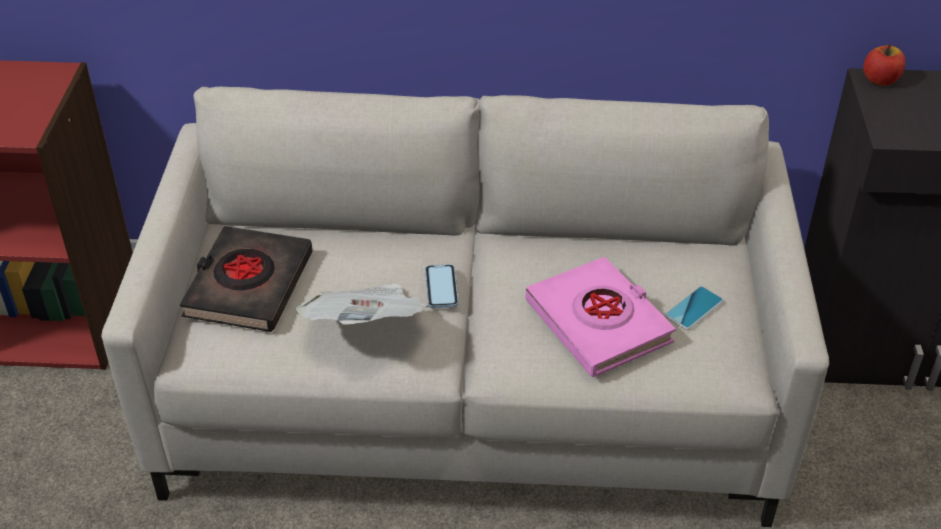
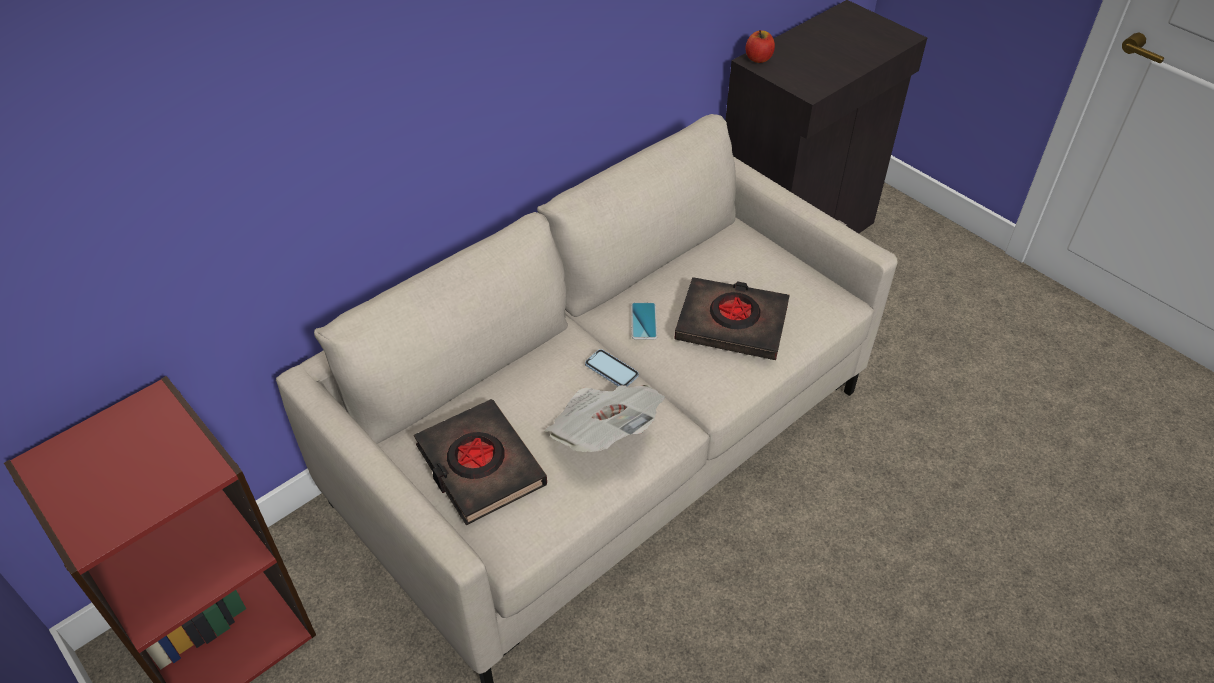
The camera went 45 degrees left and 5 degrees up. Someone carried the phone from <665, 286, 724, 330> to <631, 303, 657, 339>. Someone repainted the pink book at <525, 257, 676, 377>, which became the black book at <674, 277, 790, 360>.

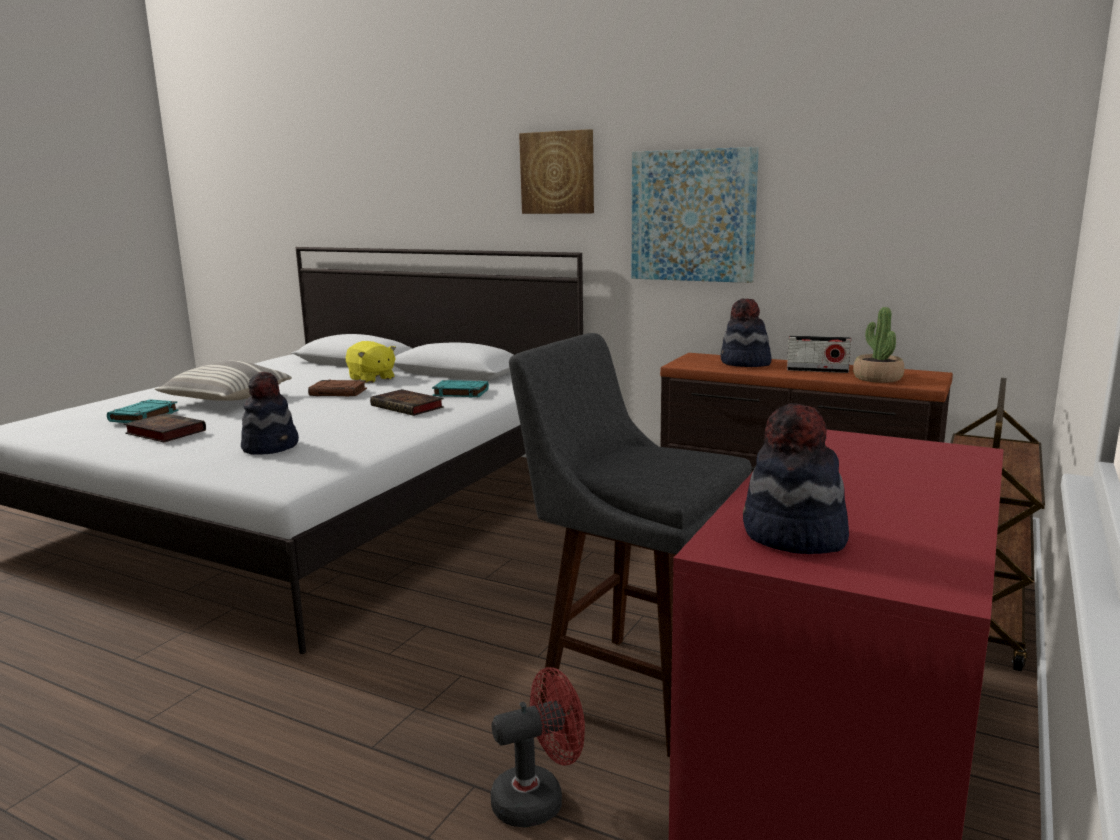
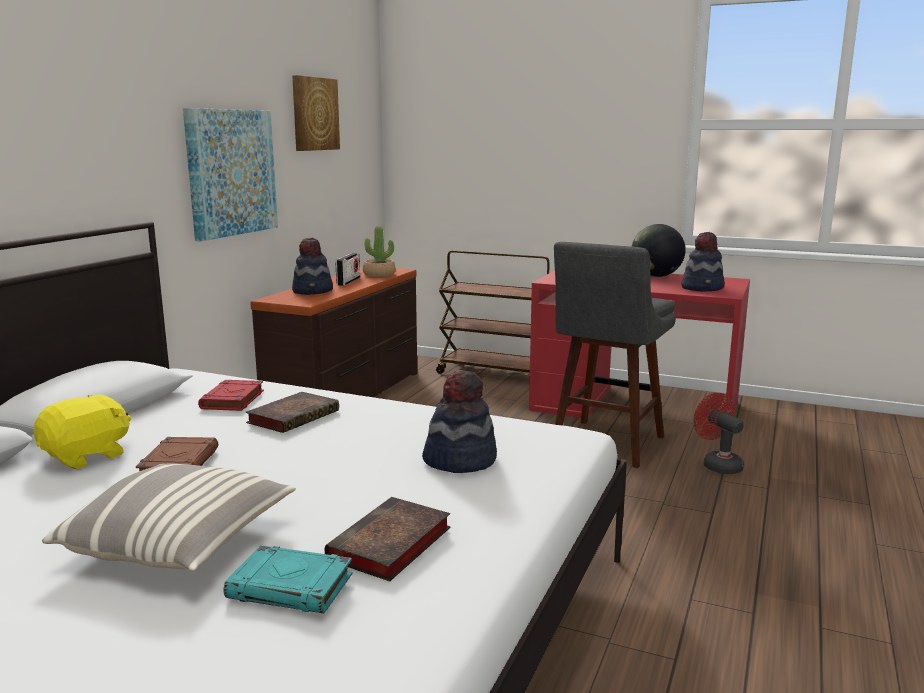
The camera went 95 degrees left and 0 degrees up. Someone repainted the turquoise book at <432, 380, 489, 398>, which became the red book at <198, 380, 264, 411>. Someone carried the picture from <519, 129, 594, 214> to <292, 75, 340, 151>. Someone put down the globe at <632, 224, 686, 277>.

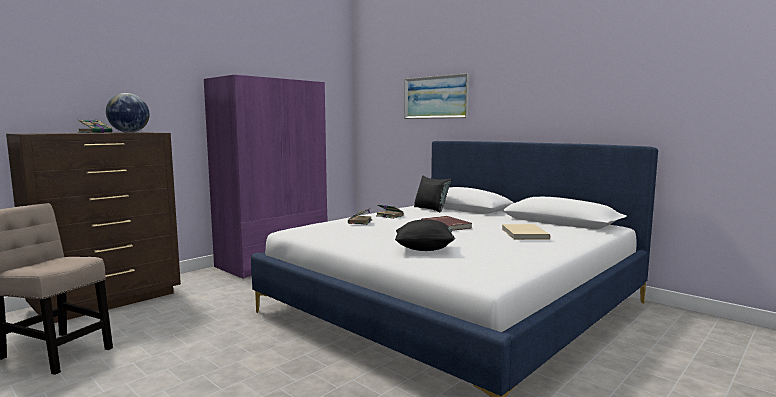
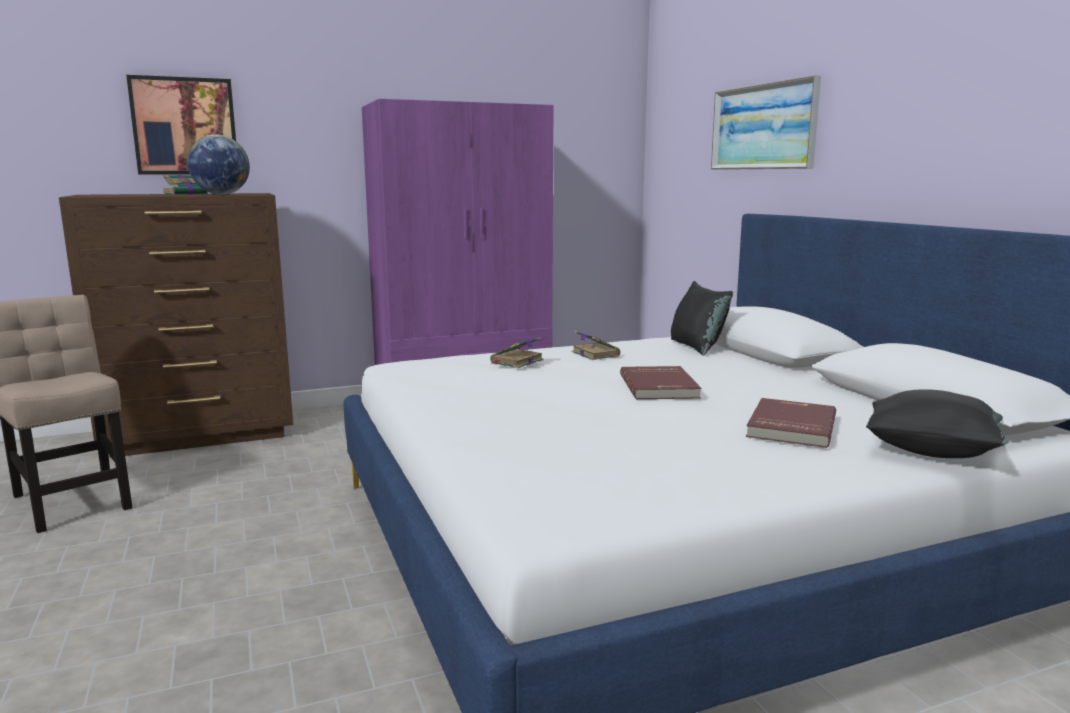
The camera went 25 degrees right and 5 degrees up. Someone put up the picture at <126, 75, 236, 175>. Someone repainted the beige book at <502, 224, 551, 240>, which became the red book at <746, 398, 836, 448>. Someone carried the black pillow from <395, 219, 456, 251> to <866, 389, 1008, 458>.

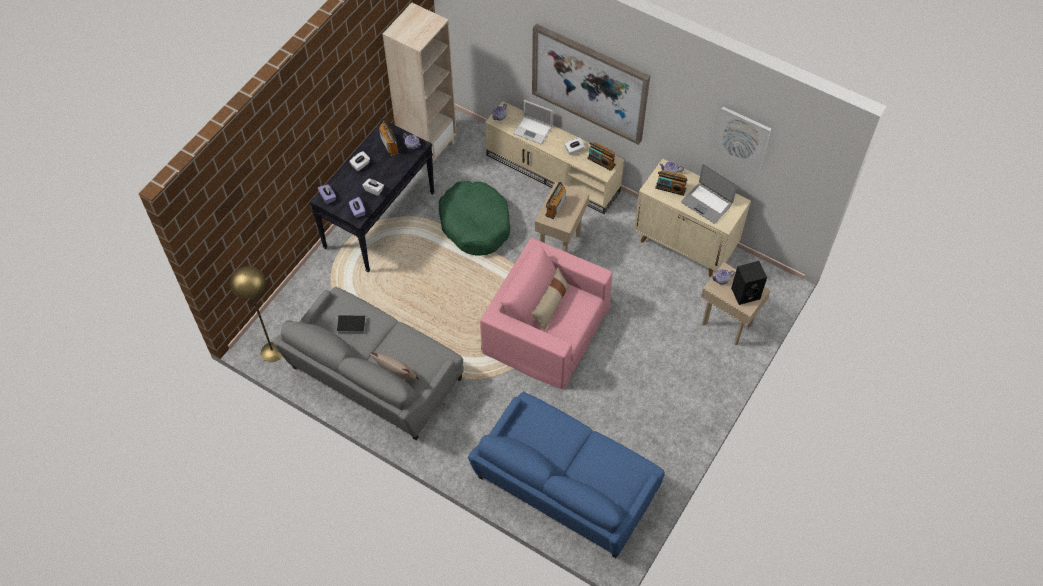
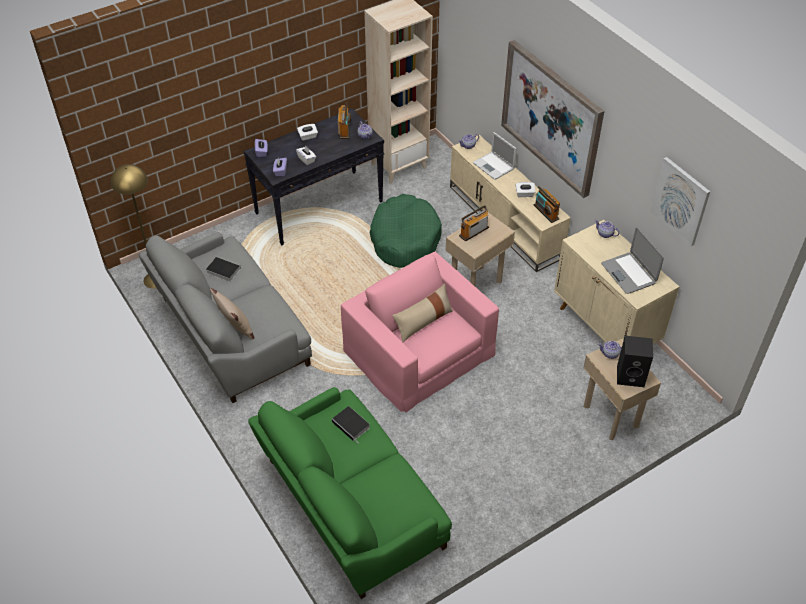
The camera went 25 degrees right and 10 degrees down. Someone repainted the blue sofa at <468, 392, 665, 558>, which became the green sofa at <248, 387, 452, 599>. Someone put down the book at <332, 406, 370, 441>. Someone took away the radio at <655, 170, 687, 196>.

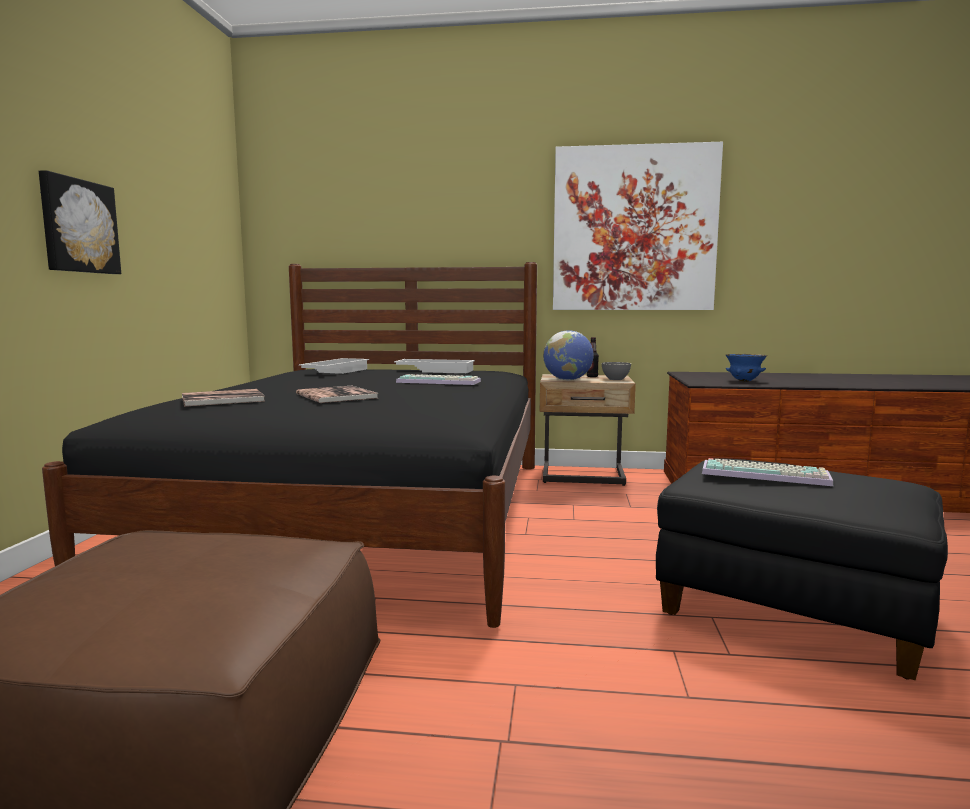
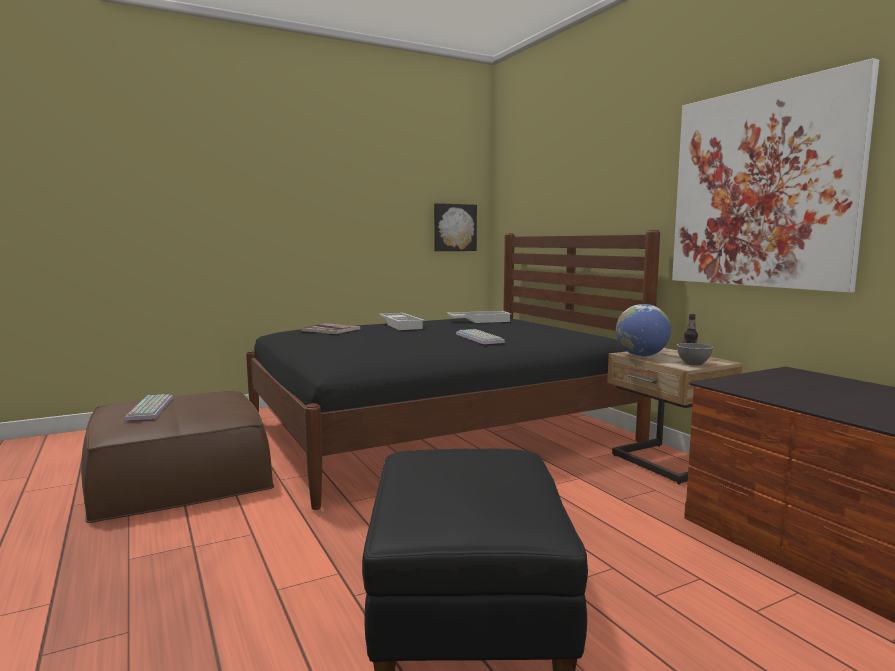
The camera went 55 degrees right and 0 degrees up. Someone carried the keyboard from <702, 458, 833, 486> to <124, 394, 173, 421>. Someone carried the white tray from <394, 359, 475, 373> to <379, 313, 425, 330>. Someone carried the picture from <39, 170, 121, 274> to <434, 203, 477, 251>. Someone took away the book at <296, 386, 378, 403>. Someone took away the blue bowl at <726, 354, 767, 382>.

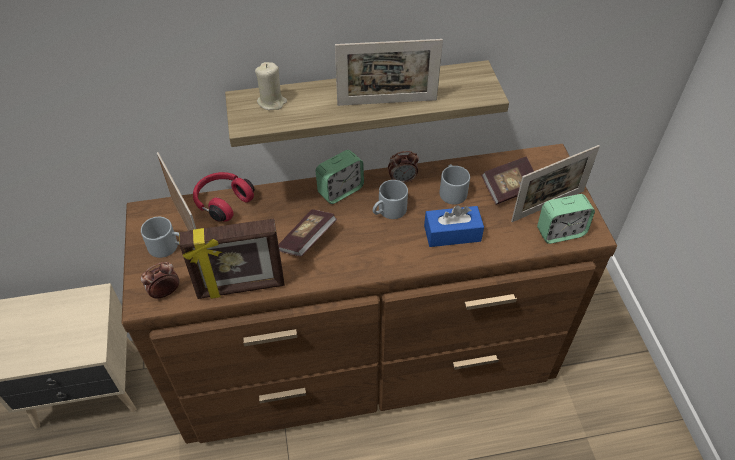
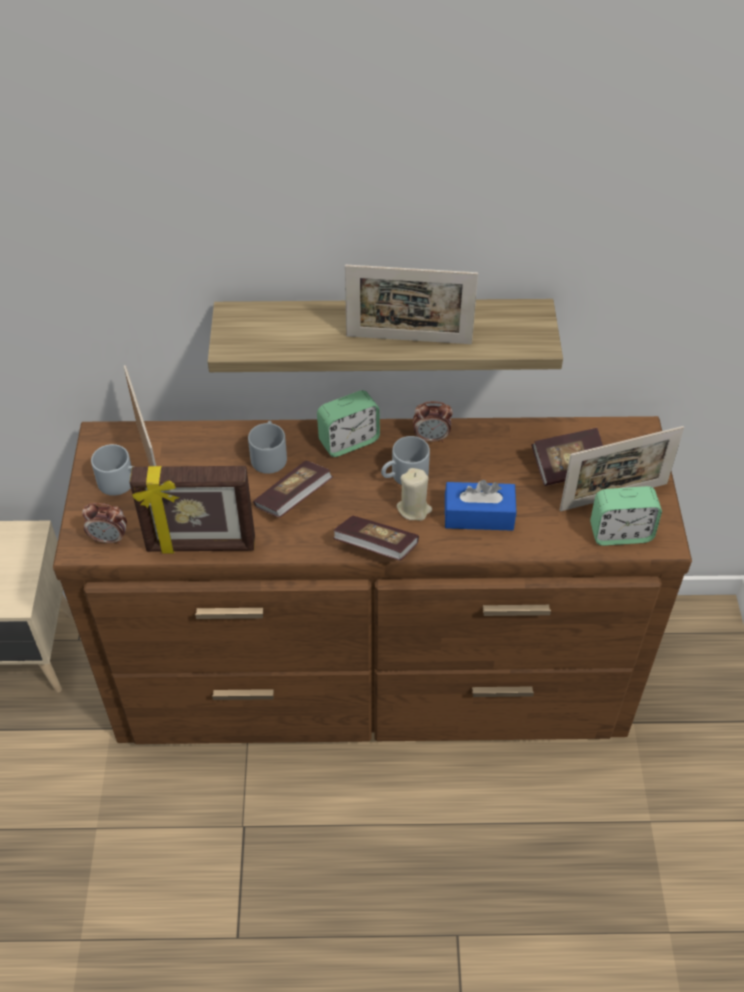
The camera went 10 degrees right and 0 degrees up. Someone rotated the alarm clock at <141, 262, 180, 300> by 150 degrees counterclockwise. Someone carried the grey mug from <439, 164, 470, 205> to <248, 421, 287, 474>. Someone put down the book at <333, 516, 419, 561>. Someone carried the beige candle from <255, 62, 287, 110> to <397, 468, 432, 521>. Someone took away the red headphones at <193, 172, 255, 222>.

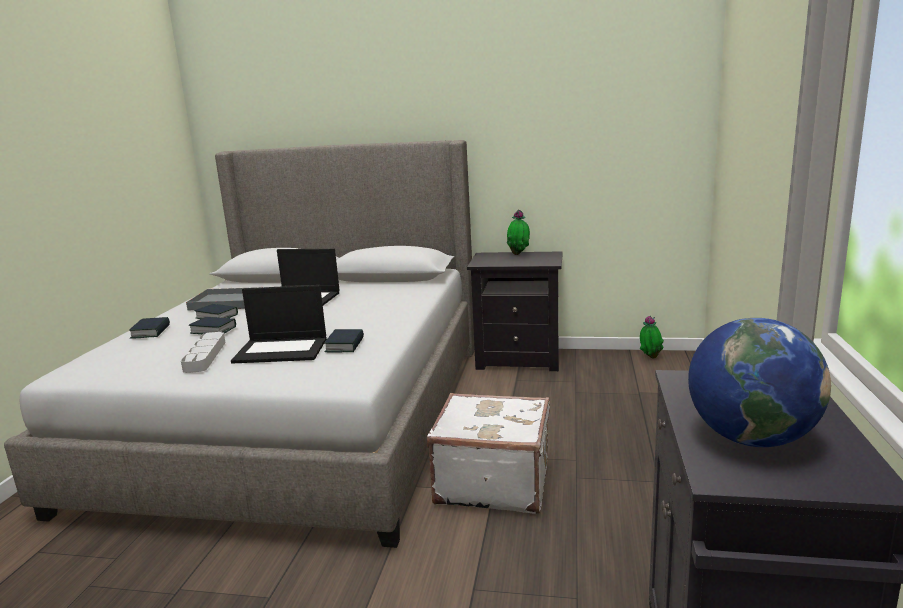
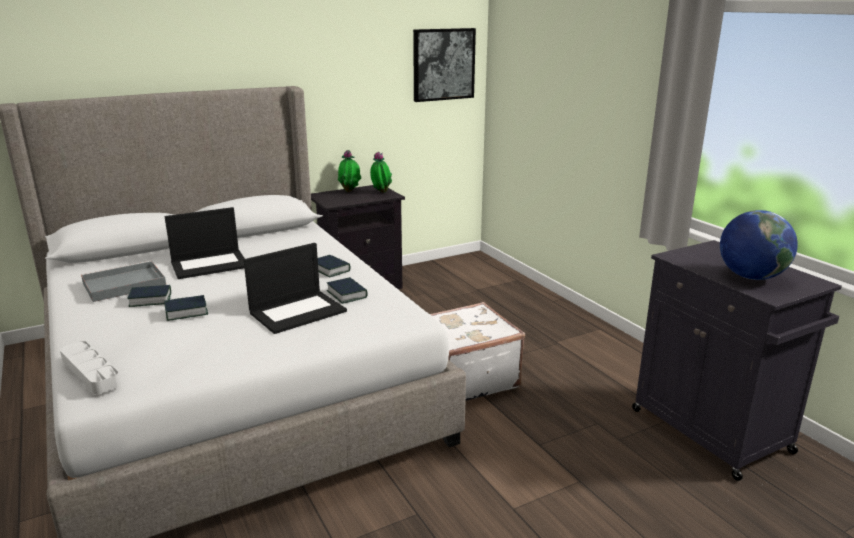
The camera went 40 degrees left and 5 degrees up. Someone carried the grey tray from <181, 332, 225, 373> to <60, 341, 121, 394>. Someone carried the book from <129, 317, 170, 339> to <318, 255, 350, 277>. Someone carried the potted plant from <640, 316, 664, 359> to <370, 152, 392, 193>. Someone put up the picture at <413, 28, 476, 102>.

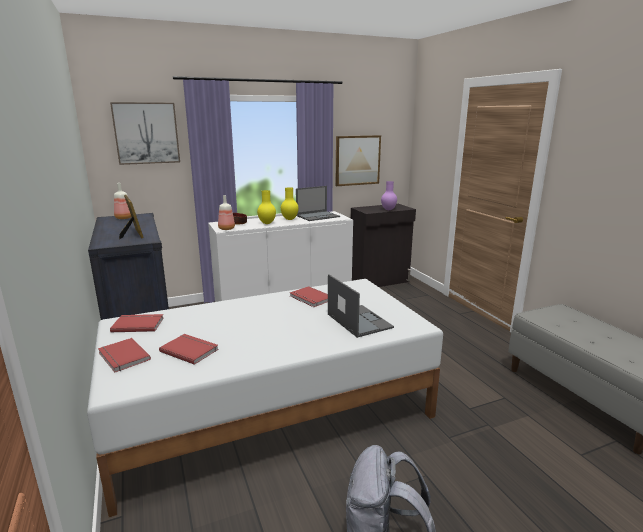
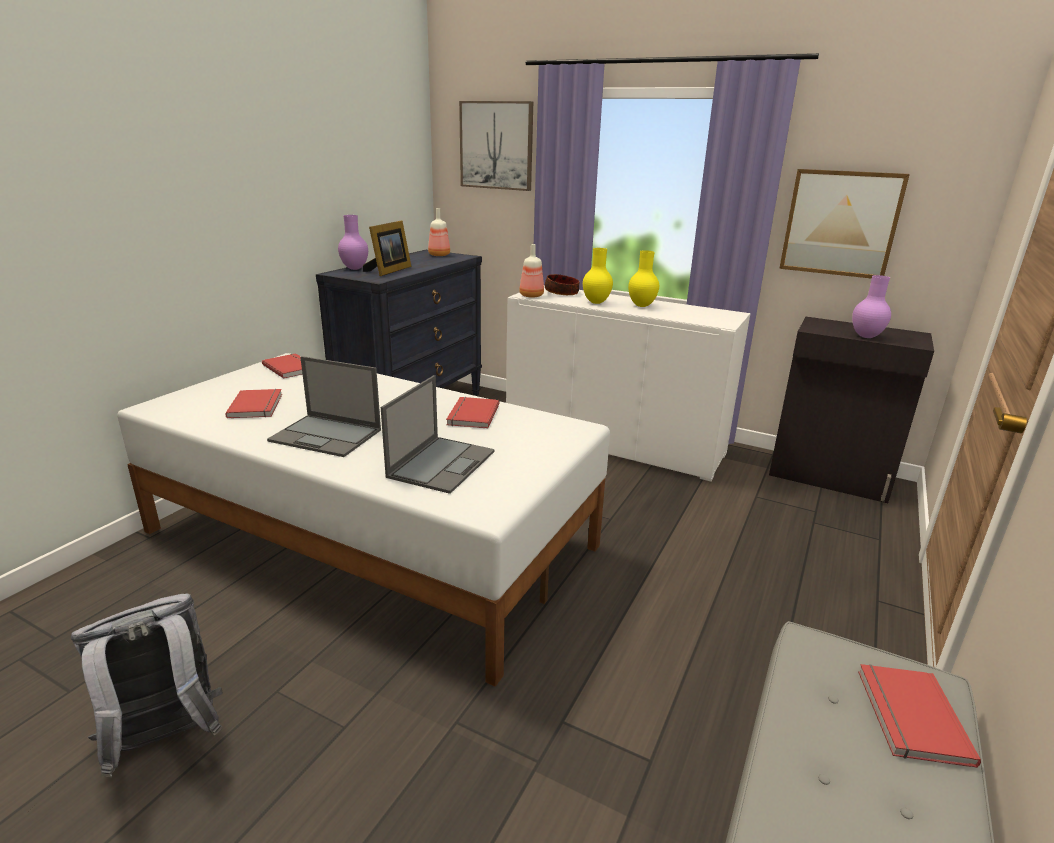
The camera went 50 degrees right and 5 degrees up. Someone carried the laptop from <296, 186, 340, 221> to <267, 356, 381, 457>. Someone put down the purple vase at <338, 215, 368, 270>. Someone carried the red book from <98, 338, 151, 372> to <858, 664, 981, 768>.

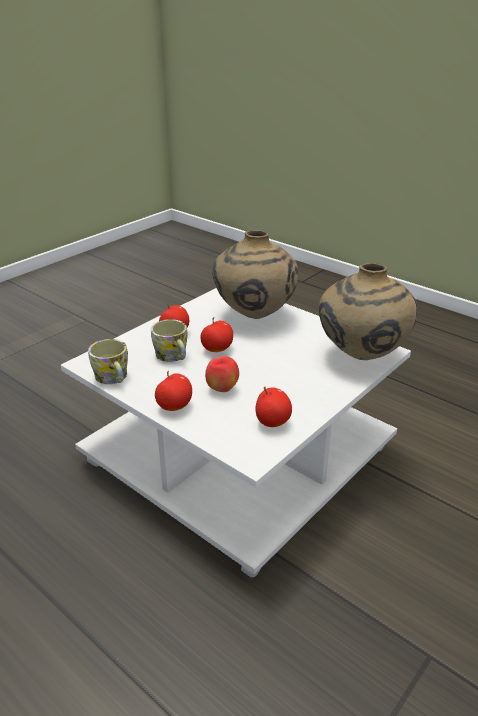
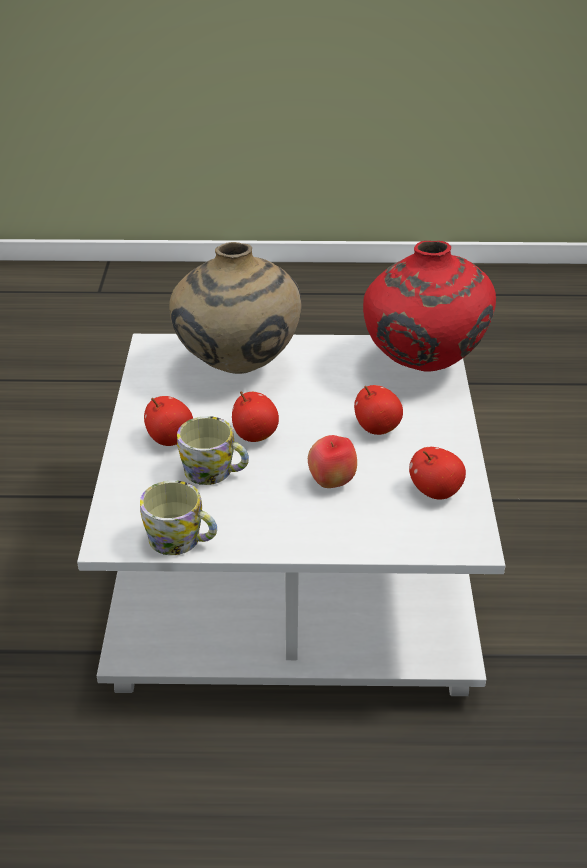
The camera went 40 degrees left and 5 degrees up. Someone carried the apple from <155, 371, 192, 411> to <354, 385, 403, 435>. Someone repainted the beige vase at <319, 263, 418, 360>, which became the red vase at <363, 241, 496, 372>.

